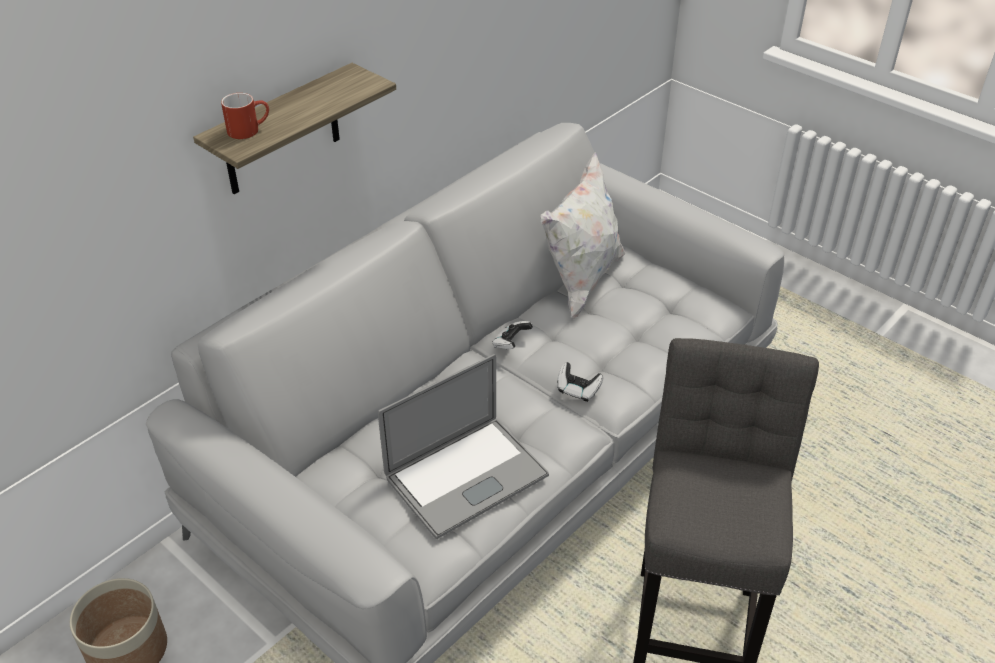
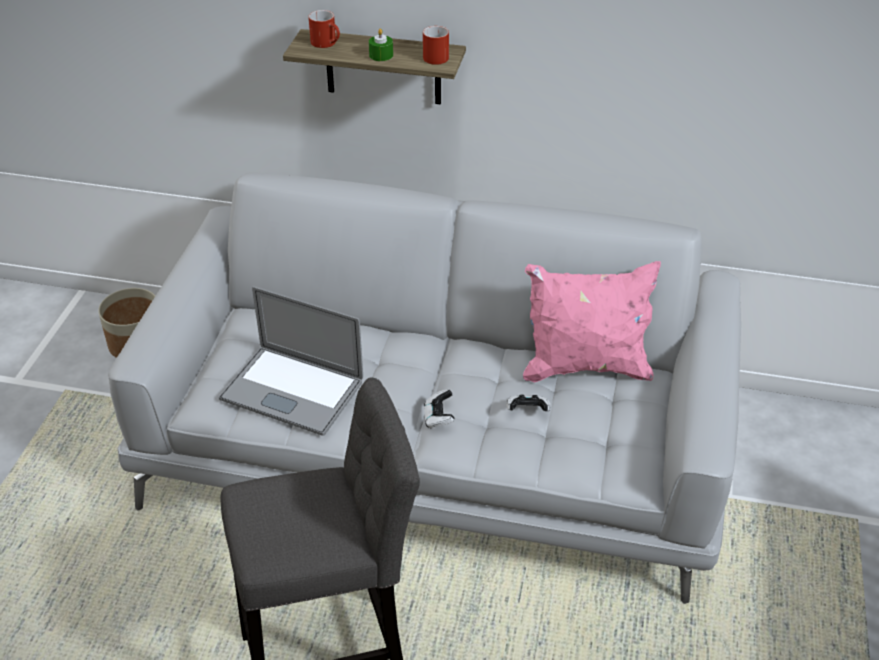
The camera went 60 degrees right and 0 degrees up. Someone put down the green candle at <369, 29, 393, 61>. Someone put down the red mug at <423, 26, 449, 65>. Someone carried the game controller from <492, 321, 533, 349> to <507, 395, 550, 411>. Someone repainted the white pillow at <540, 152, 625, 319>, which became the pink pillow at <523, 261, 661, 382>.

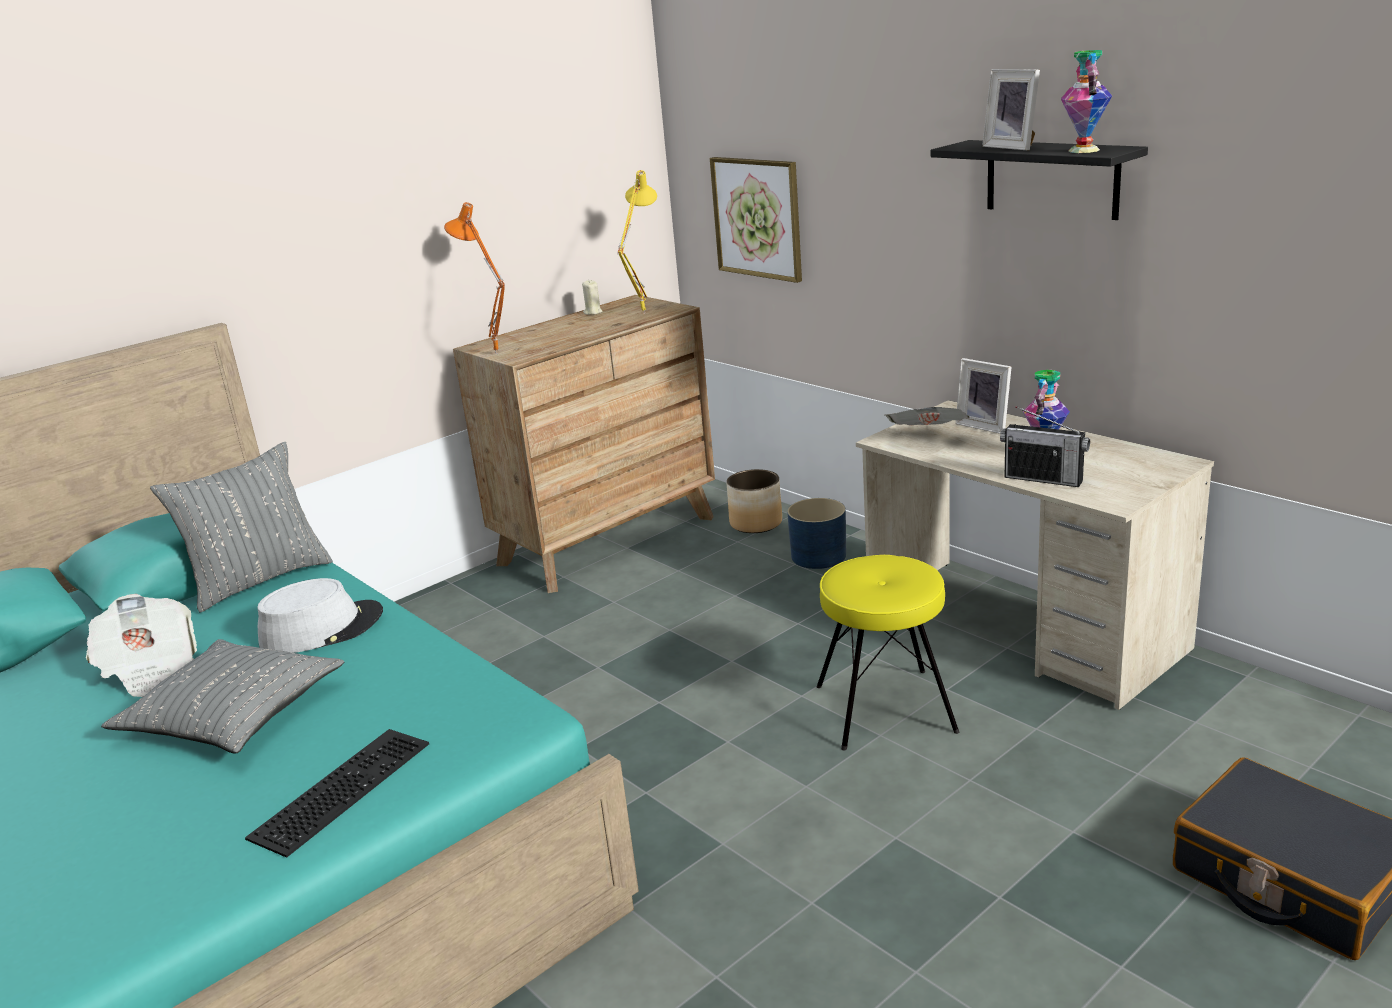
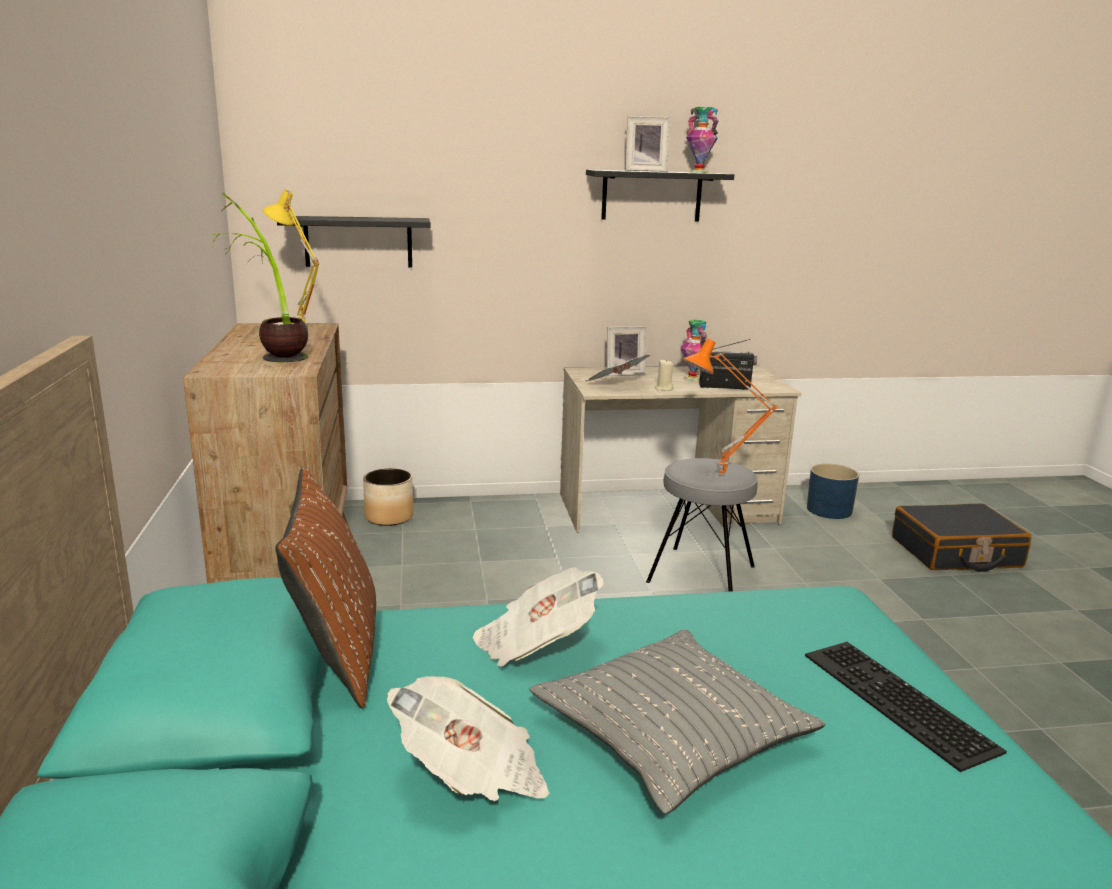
The camera went 60 degrees left and 5 degrees down. Someone put down the potted plant at <211, 193, 308, 362>. Someone repainted the grey pillow at <150, 442, 333, 613>, which became the brown pillow at <275, 466, 376, 709>. Someone swapped the picture at <710, 157, 802, 283> for the black shelf at <277, 216, 431, 267>. Someone swapped the grey hat at <258, 578, 383, 653> for the newspaper at <473, 567, 604, 667>. Someone repainted the yellow stool at <817, 555, 959, 751>, which became the grey stool at <646, 458, 758, 592>. Someone carried the beige candle from <582, 280, 602, 315> to <655, 359, 674, 391>. Someone carried the orange table lamp from <444, 202, 505, 354> to <683, 338, 778, 477>. Someone rotated the radio at <1000, 406, 1090, 487> by 150 degrees counterclockwise. Someone carried the blue planter from <787, 498, 846, 569> to <807, 464, 859, 519>.

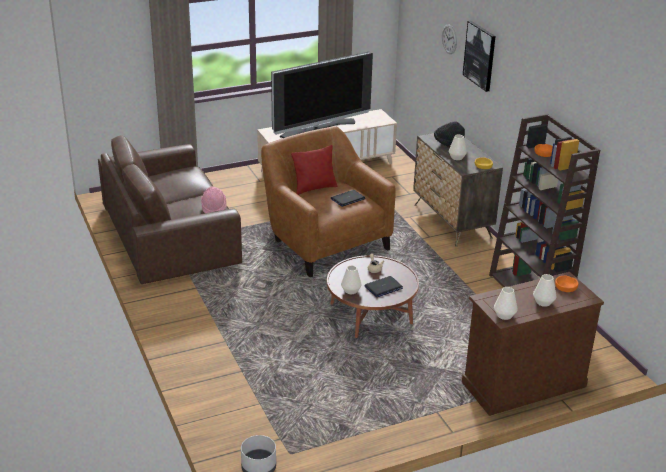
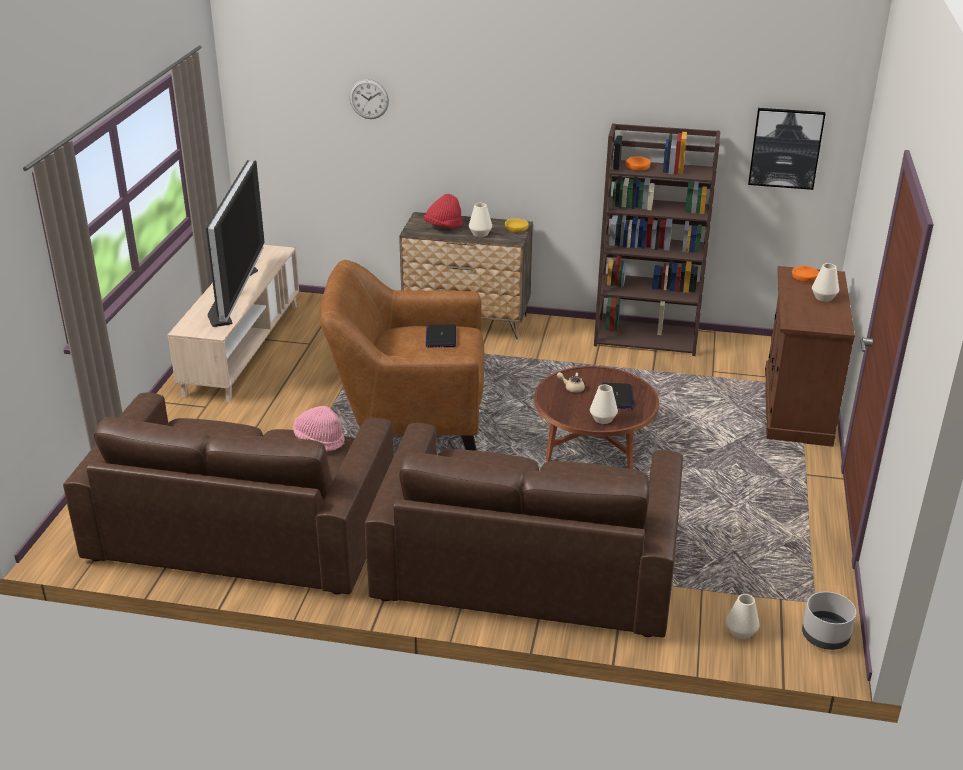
The camera went 55 degrees left and 0 degrees up. Someone put down the brown sofa at <365, 423, 683, 638>. Someone repainted the black hat at <434, 121, 465, 147>, which became the red hat at <424, 194, 463, 228>. Someone carried the white vase from <494, 287, 518, 320> to <726, 594, 760, 639>. Someone carried the picture from <463, 21, 496, 92> to <748, 108, 825, 190>. Someone took away the red pillow at <291, 145, 338, 195>.

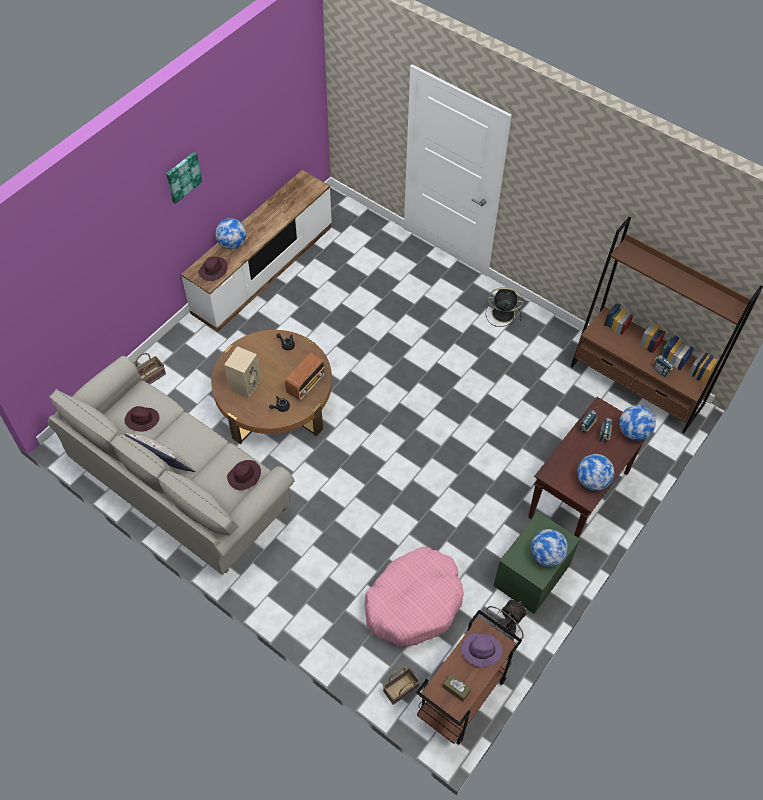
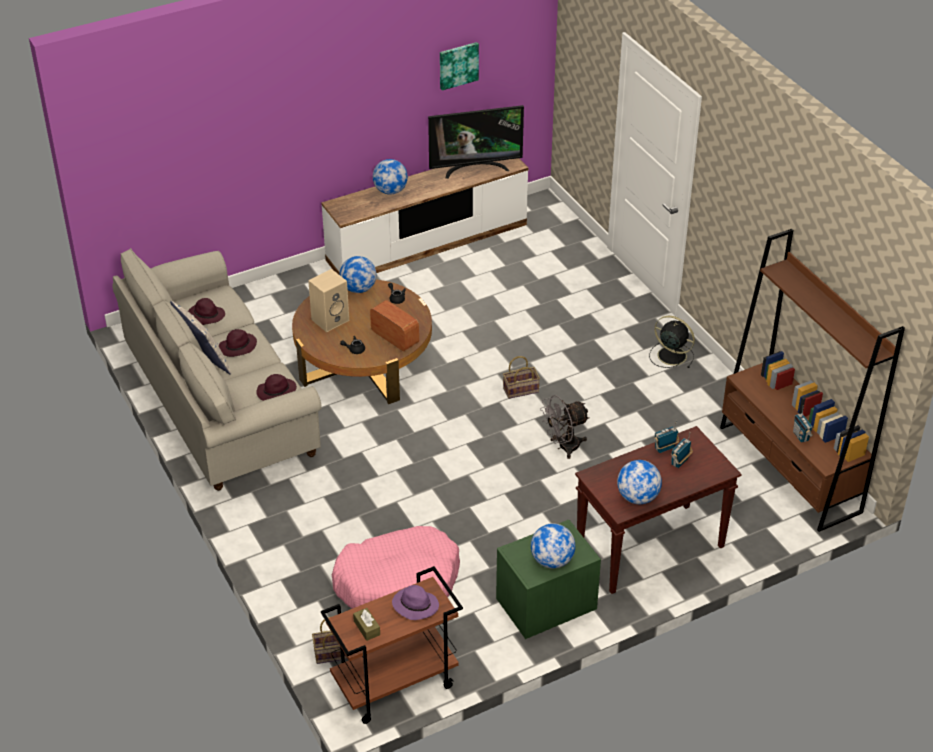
The camera went 25 degrees right and 15 degrees down. Someone carried the purple hat from <198, 257, 228, 281> to <219, 329, 257, 357>. Someone carried the globe from <619, 405, 656, 441> to <340, 256, 377, 293>. Someone rotated the radio at <285, 352, 326, 401> by 105 degrees counterclockwise. Someone put down the television at <428, 105, 524, 179>. Someone carried the picture from <166, 152, 202, 204> to <440, 42, 479, 90>. Someone carried the basket from <136, 353, 166, 384> to <503, 356, 540, 399>. Someone carried the grey fan from <481, 599, 528, 642> to <540, 395, 590, 459>.

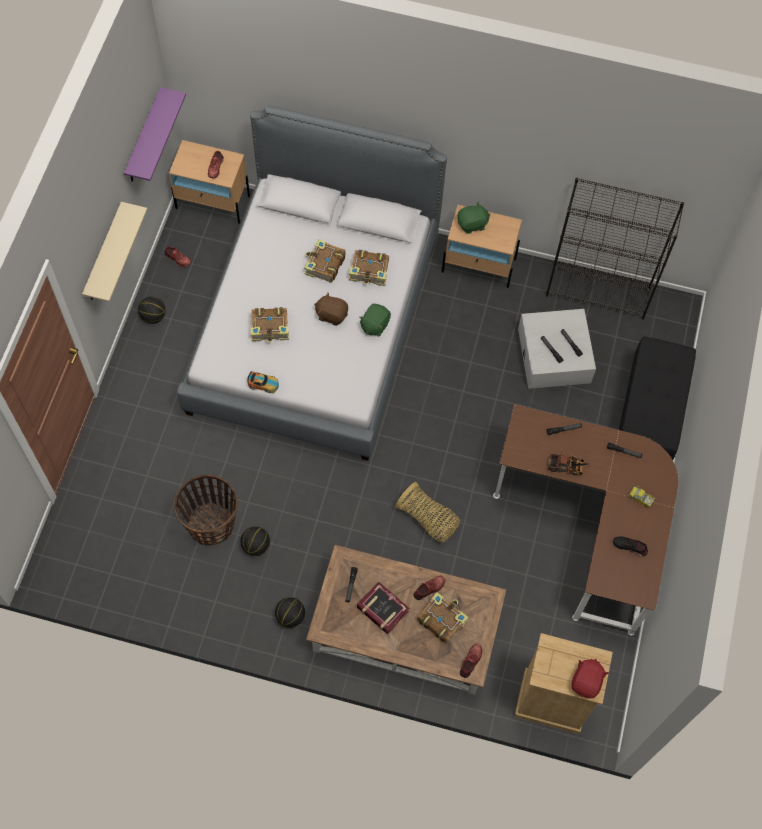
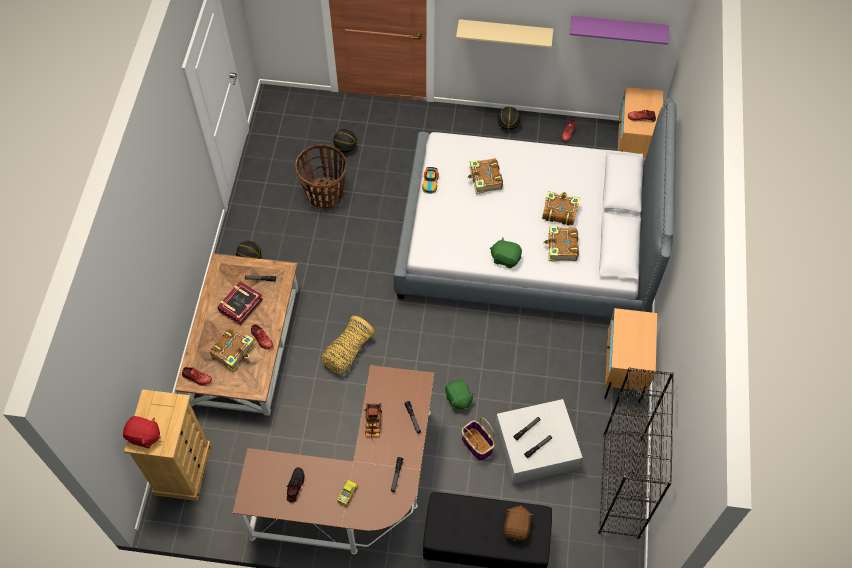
The camera went 85 degrees right and 5 degrees down. Someone carried the basketball from <240, 527, 270, 556> to <333, 129, 357, 153>. Someone carried the green plush toy from <457, 202, 490, 234> to <445, 379, 474, 410>. Someone put down the basket at <462, 417, 495, 461>. Someone carried the brown plush toy from <314, 293, 348, 326> to <504, 505, 534, 541>.

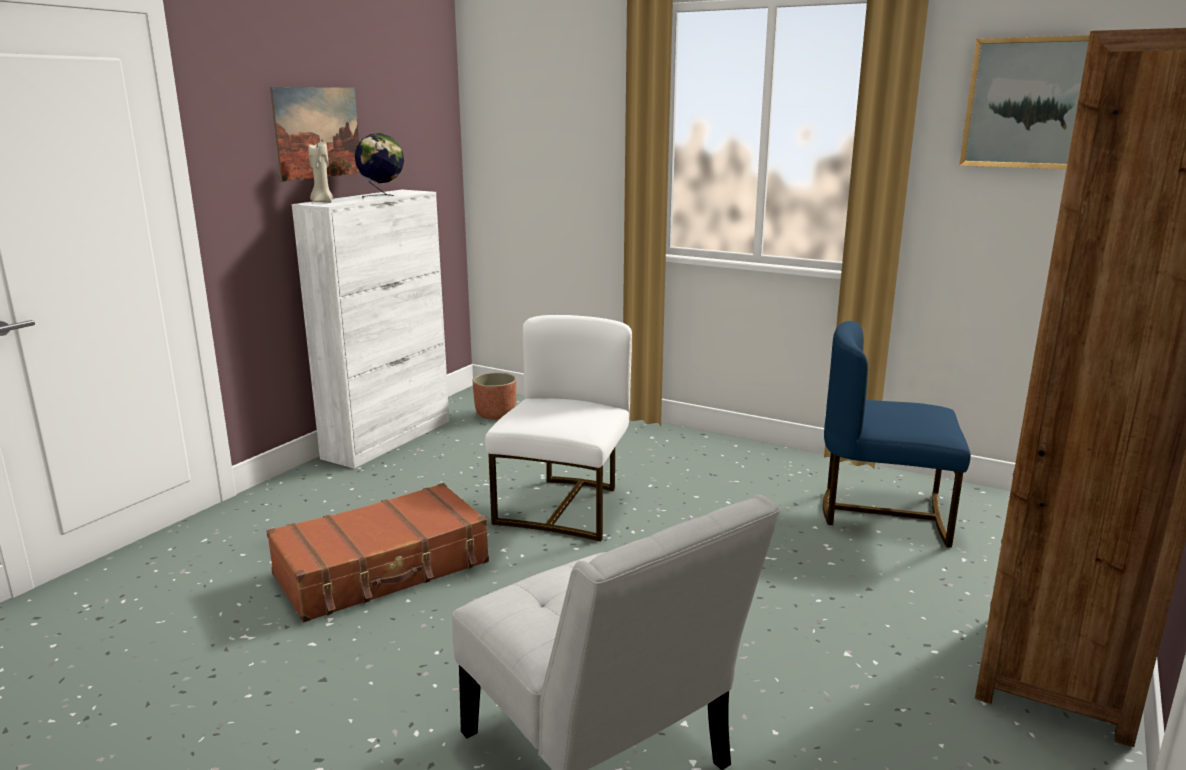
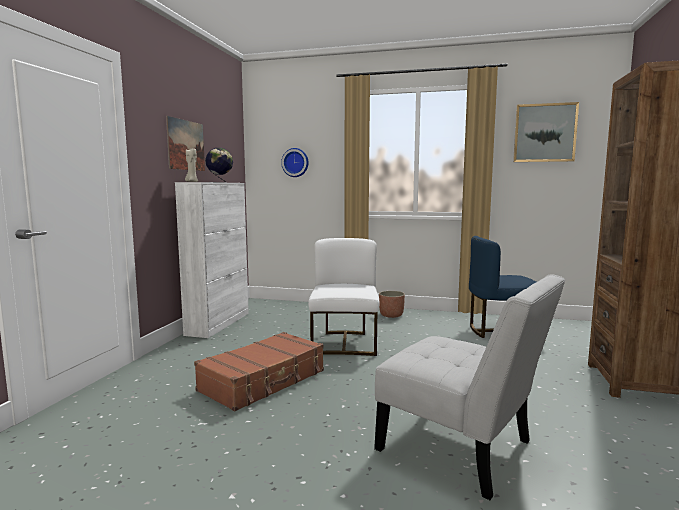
The camera went 15 degrees left and 10 degrees down. Someone put up the wall clock at <281, 148, 309, 177>. Someone carried the planter from <472, 372, 516, 420> to <379, 291, 405, 318>.

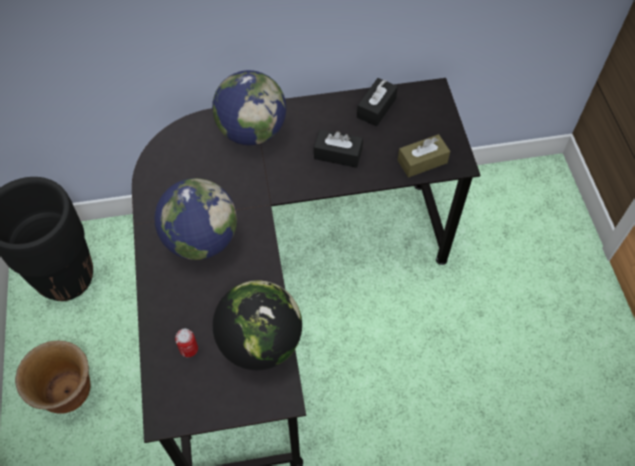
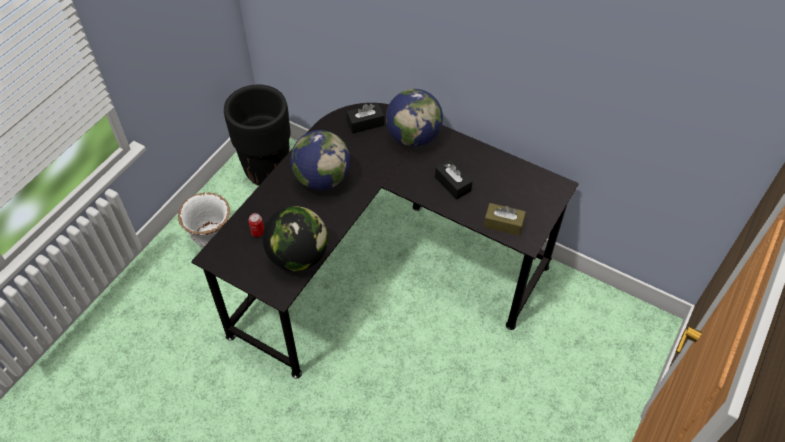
The camera went 40 degrees right and 5 degrees down. Someone repainted the brown planter at <15, 341, 90, 414>, which became the white planter at <178, 193, 230, 247>. Someone carried the black tissue box from <357, 78, 398, 126> to <347, 104, 384, 134>.

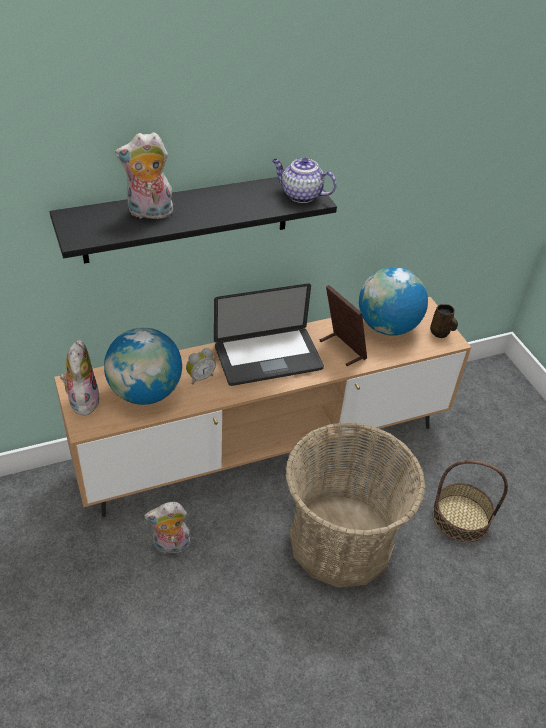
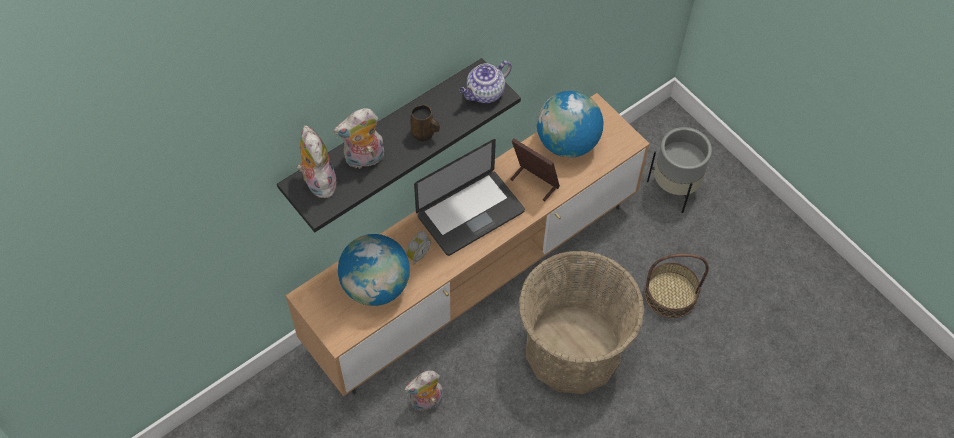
The camera went 15 degrees left and 15 degrees up. Someone carried the plush toy from <60, 340, 100, 416> to <297, 125, 337, 198>. Someone carried the brown mug from <430, 304, 458, 338> to <410, 104, 440, 141>. Someone rotated the teapot at <272, 158, 337, 203> by 45 degrees counterclockwise. Someone put down the grey planter at <647, 127, 712, 213>.

